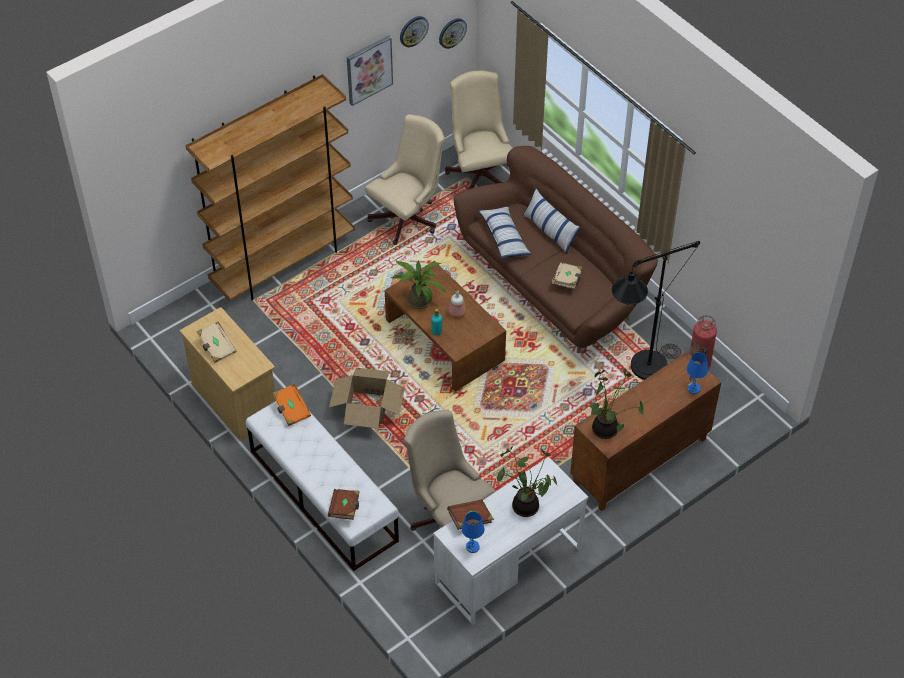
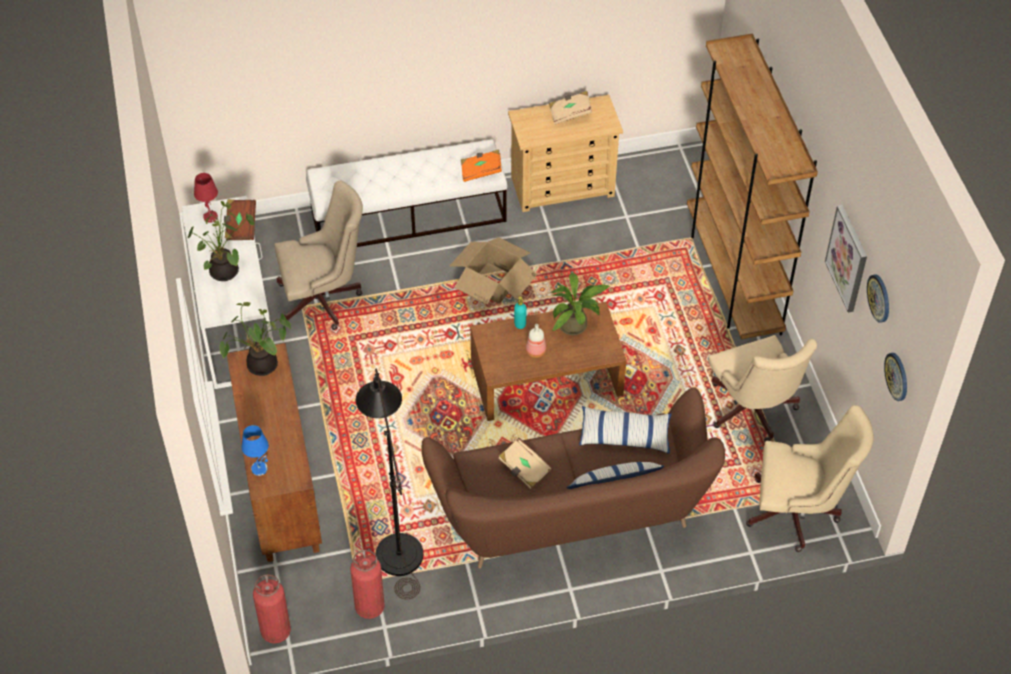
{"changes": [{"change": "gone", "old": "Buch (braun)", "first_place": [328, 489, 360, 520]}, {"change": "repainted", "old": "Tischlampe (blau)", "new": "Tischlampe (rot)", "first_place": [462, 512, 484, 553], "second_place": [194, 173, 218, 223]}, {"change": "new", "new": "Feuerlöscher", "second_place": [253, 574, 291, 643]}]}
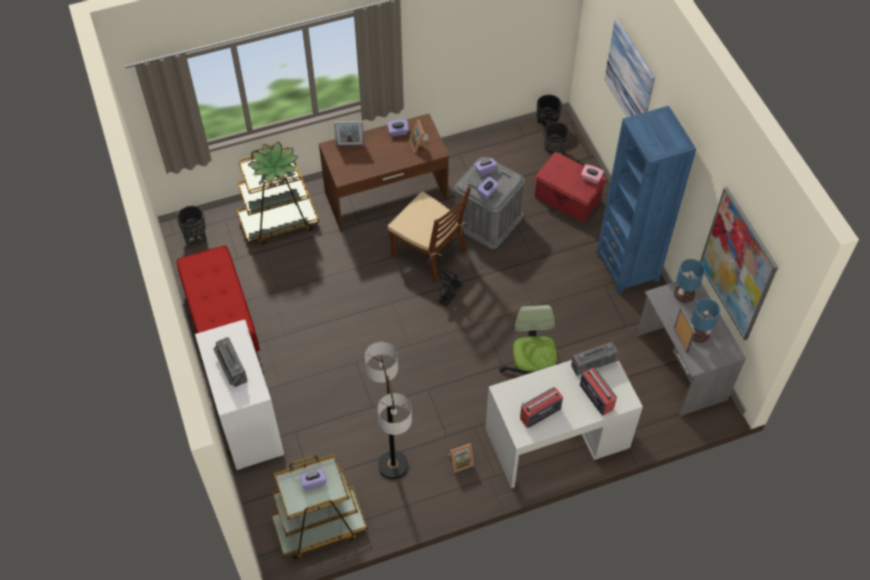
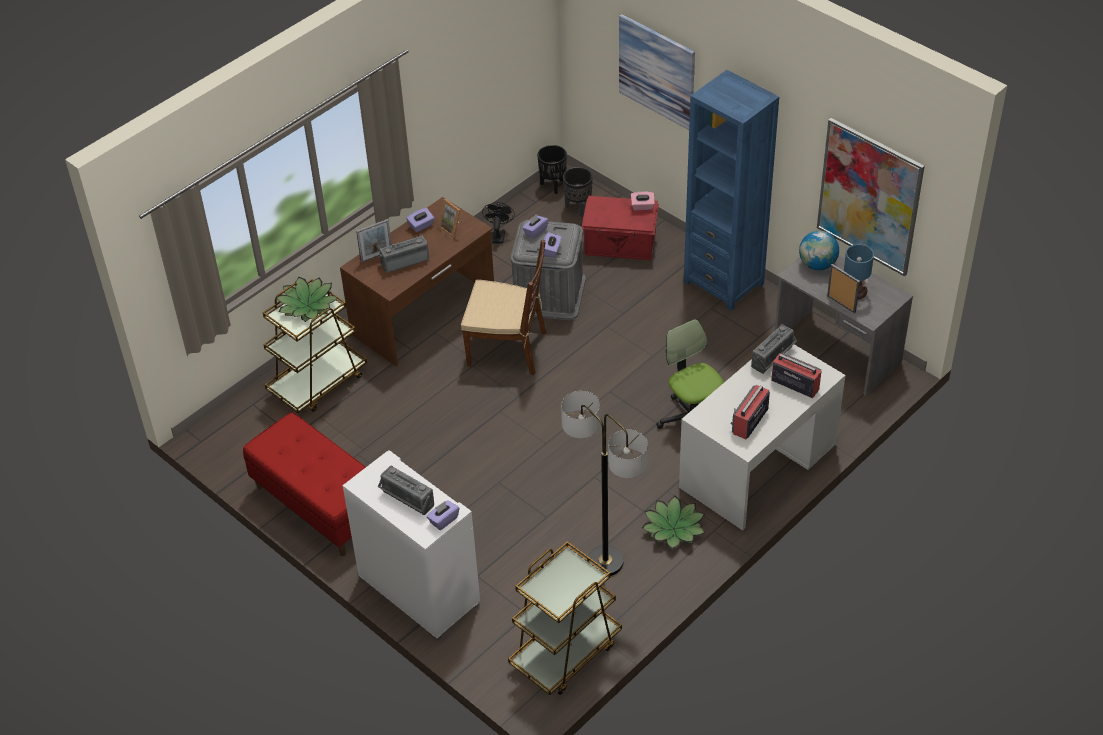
{"changes": [{"change": "gone", "old": "Pflanzkübel (schwarz)", "first_place": [177, 206, 207, 245]}, {"change": "shifted", "old": "Taschentuchbox (lila)", "first_place": [300, 468, 327, 490], "second_place": [427, 500, 460, 530]}, {"change": "shifted", "old": "Ventilator (schwarz)", "first_place": [439, 271, 464, 306], "second_place": [482, 202, 515, 244]}, {"change": "swapped", "old": "Bilderrahmen", "new": "Topfpflanze", "first_place": [448, 443, 474, 473], "second_place": [642, 496, 705, 548]}, {"change": "swapped", "old": "Tischlampe", "new": "Globus", "first_place": [674, 259, 705, 303], "second_place": [799, 230, 839, 270]}, {"change": "new", "new": "Radio", "second_place": [378, 235, 429, 273]}]}
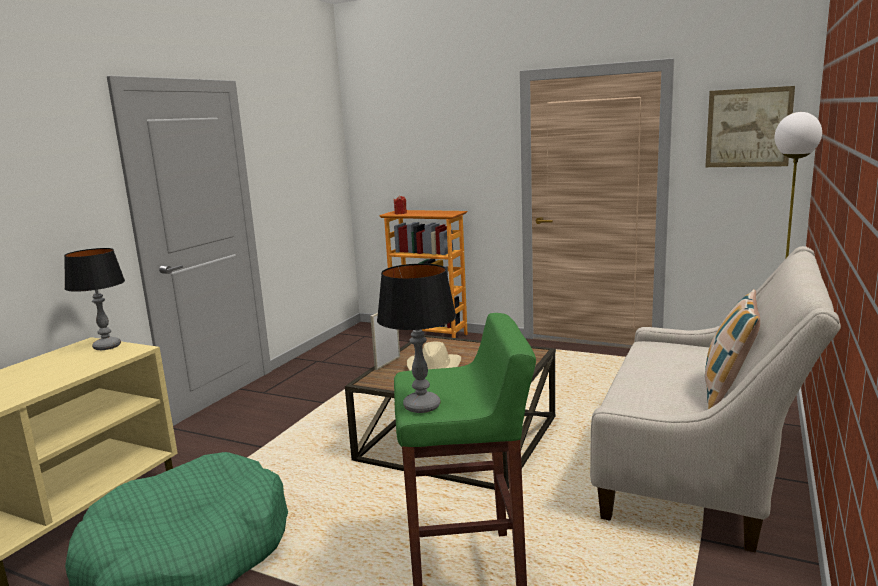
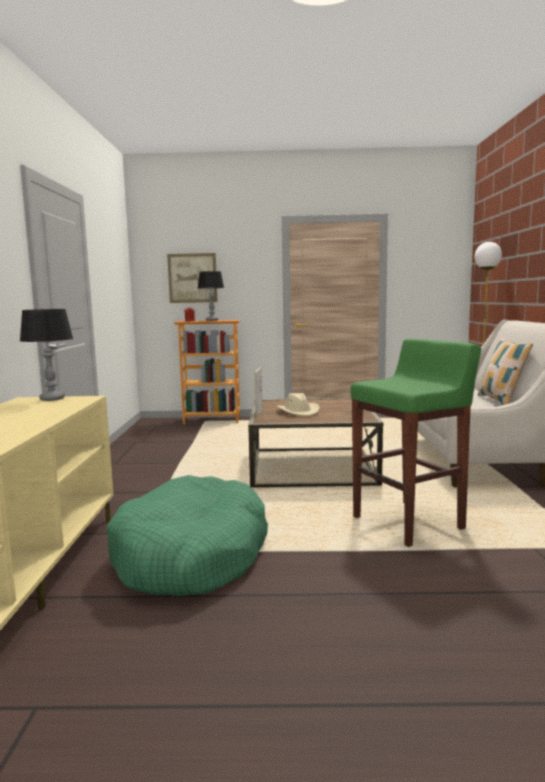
{"changes": [{"change": "shifted", "old": "Tischlampe", "first_place": [377, 264, 456, 413], "second_place": [198, 271, 224, 321]}, {"change": "shifted", "old": "Bild", "first_place": [705, 86, 795, 167], "second_place": [167, 253, 217, 303]}]}
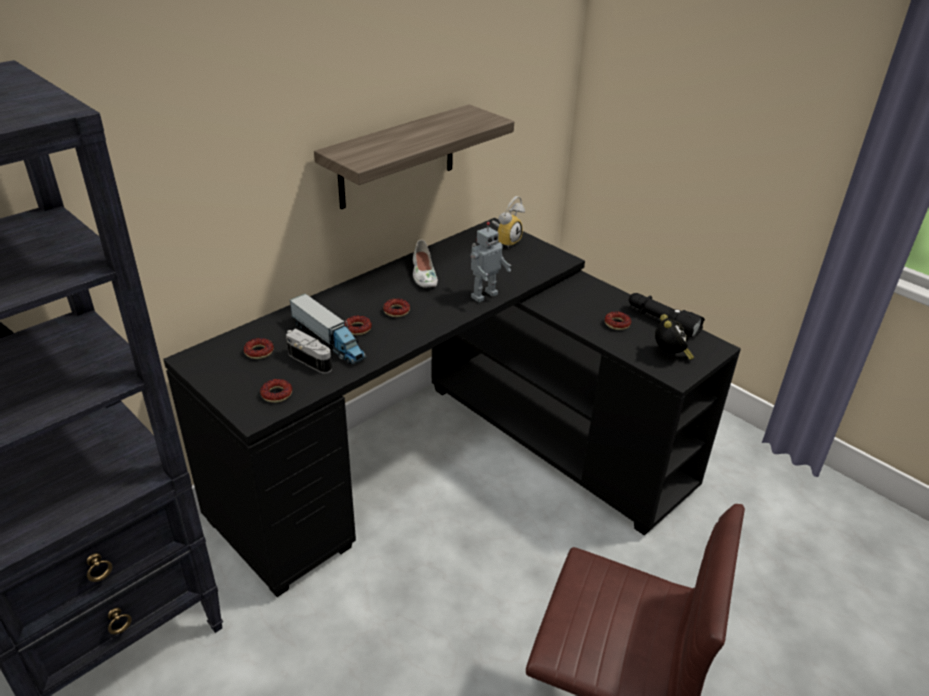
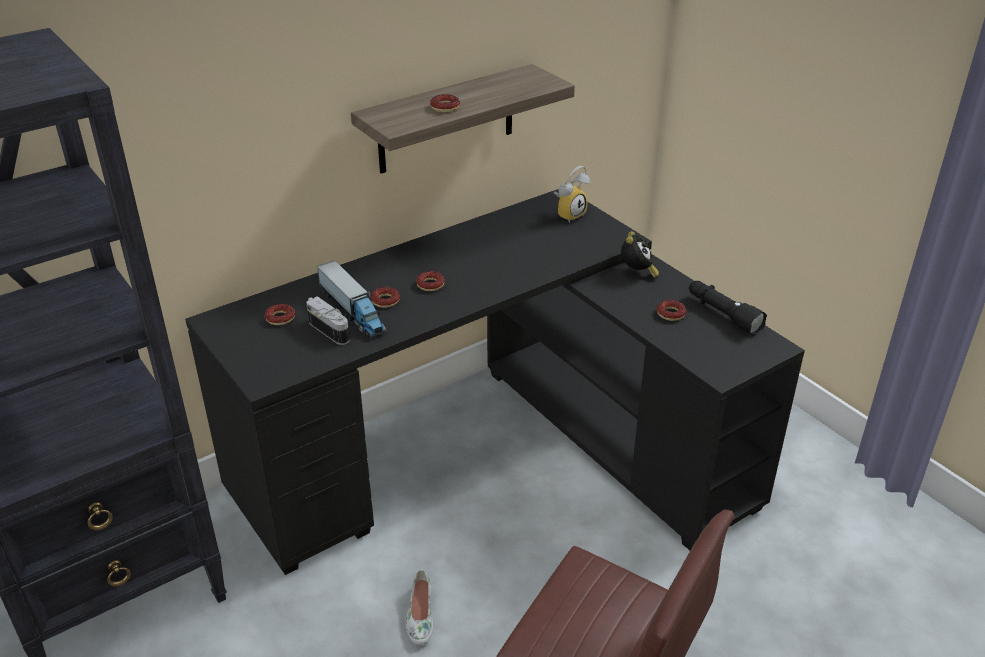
{"changes": [{"change": "shifted", "old": "Donut", "first_place": [260, 379, 292, 403], "second_place": [430, 94, 460, 112]}, {"change": "shifted", "old": "Schuh (weiß)", "first_place": [413, 240, 438, 287], "second_place": [405, 570, 433, 645]}, {"change": "gone", "old": "Spielzeugroboter", "first_place": [471, 222, 512, 302]}, {"change": "shifted", "old": "Wecker", "first_place": [655, 314, 694, 360], "second_place": [621, 231, 659, 278]}]}
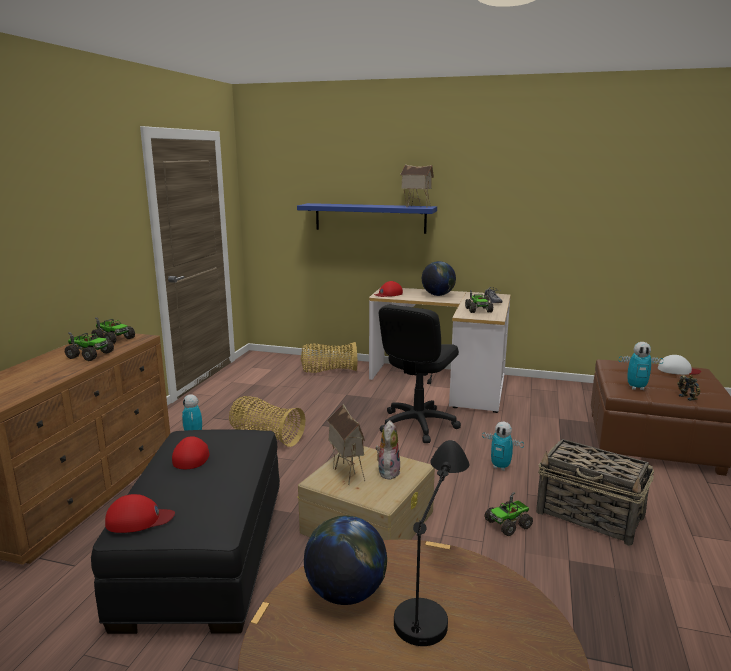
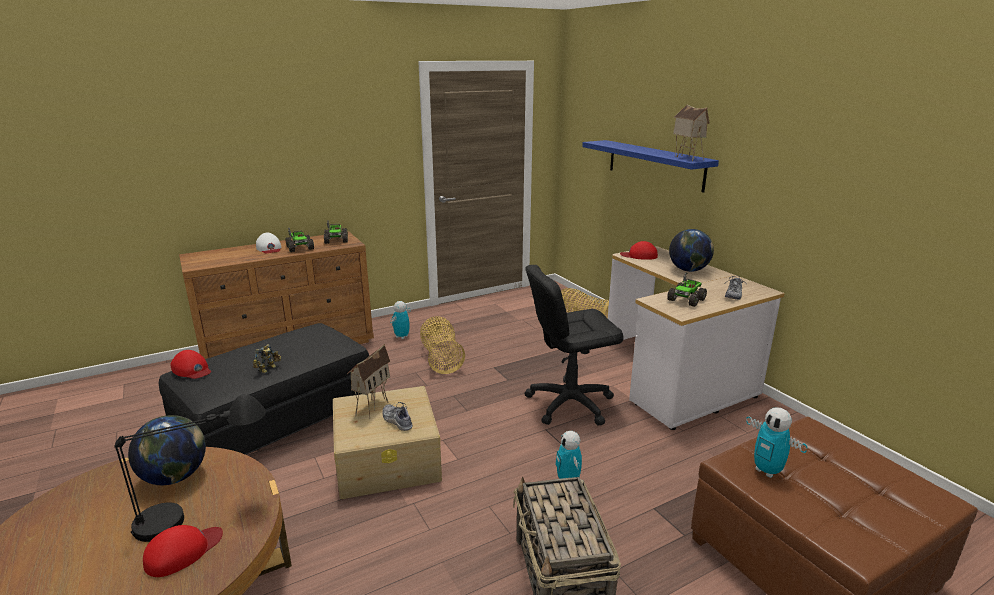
{"changes": [{"change": "shifted", "old": "Kappe (rot)", "first_place": [172, 436, 209, 469], "second_place": [143, 525, 223, 577]}, {"change": "swapped", "old": "Plüschtier", "new": "Schuh", "first_place": [375, 420, 400, 480], "second_place": [382, 402, 413, 431]}, {"change": "gone", "old": "Spielzeuglaster", "first_place": [484, 492, 533, 536]}, {"change": "shifted", "old": "Kappe (weiß)", "first_place": [658, 355, 701, 375], "second_place": [256, 233, 281, 253]}, {"change": "shifted", "old": "Spielzeugroboter", "first_place": [677, 375, 701, 401], "second_place": [253, 344, 281, 374]}]}
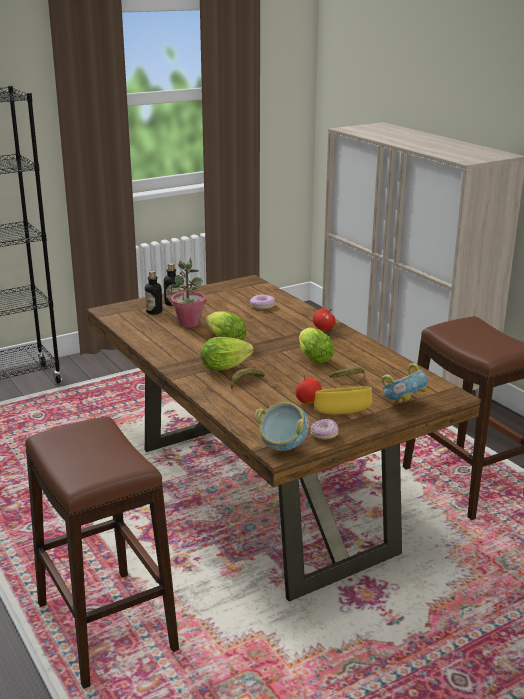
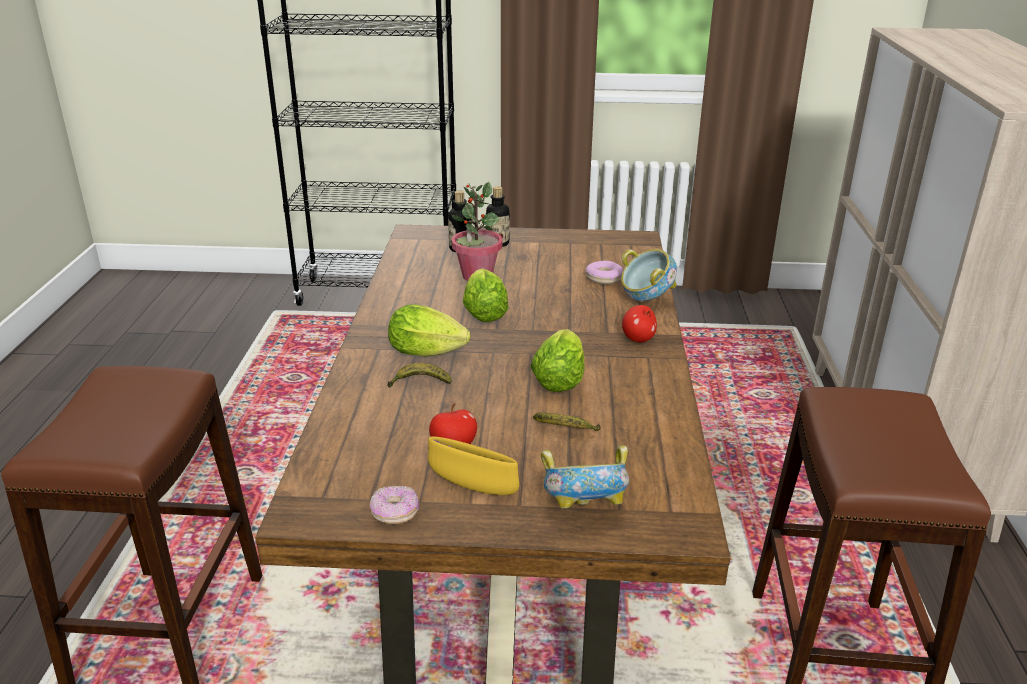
{"changes": [{"change": "shifted", "old": "Schüssel", "first_place": [255, 402, 309, 451], "second_place": [621, 249, 677, 302]}]}
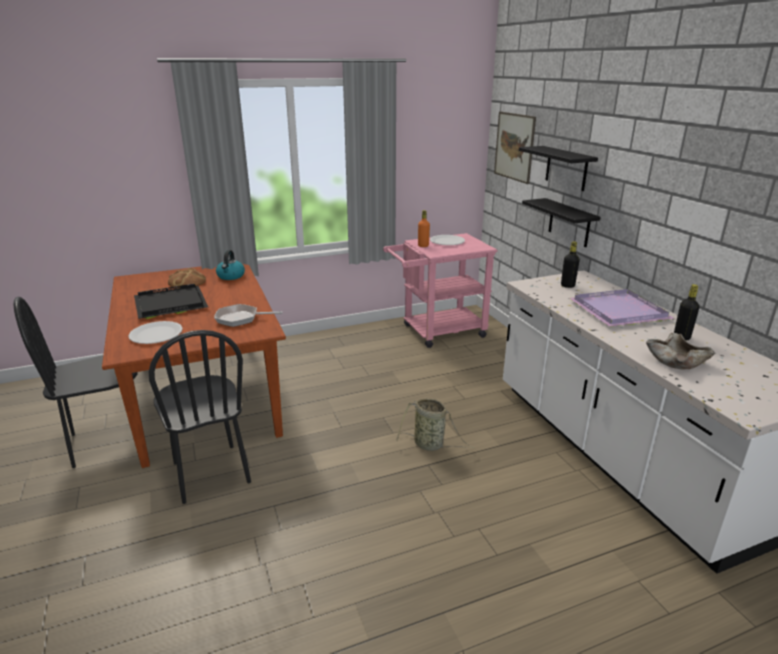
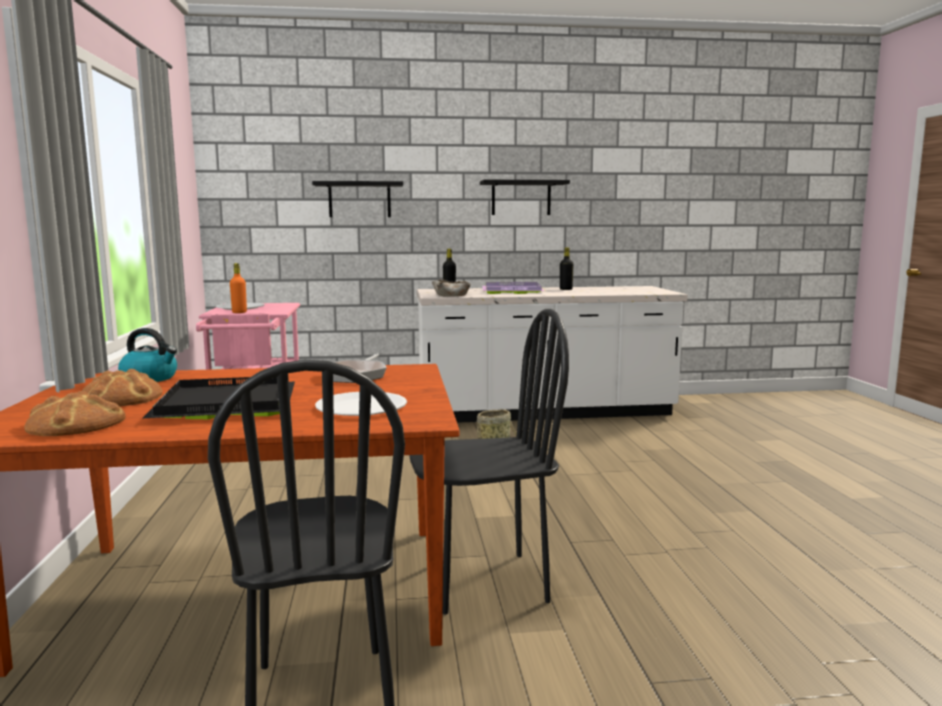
{"changes": [{"change": "gone", "old": "Bild", "first_place": [494, 112, 536, 184]}, {"change": "shifted", "old": "Wandregal (schwarz)", "first_place": [522, 198, 601, 247], "second_place": [480, 180, 570, 215]}, {"change": "shifted", "old": "Schüssel (beige)", "first_place": [646, 333, 715, 370], "second_place": [432, 279, 470, 297]}, {"change": "new", "new": "Brot", "second_place": [24, 391, 126, 436]}]}
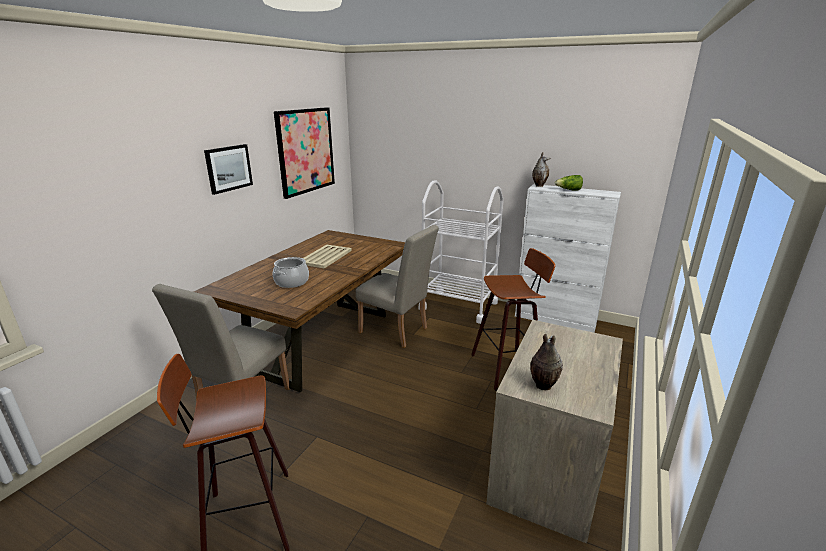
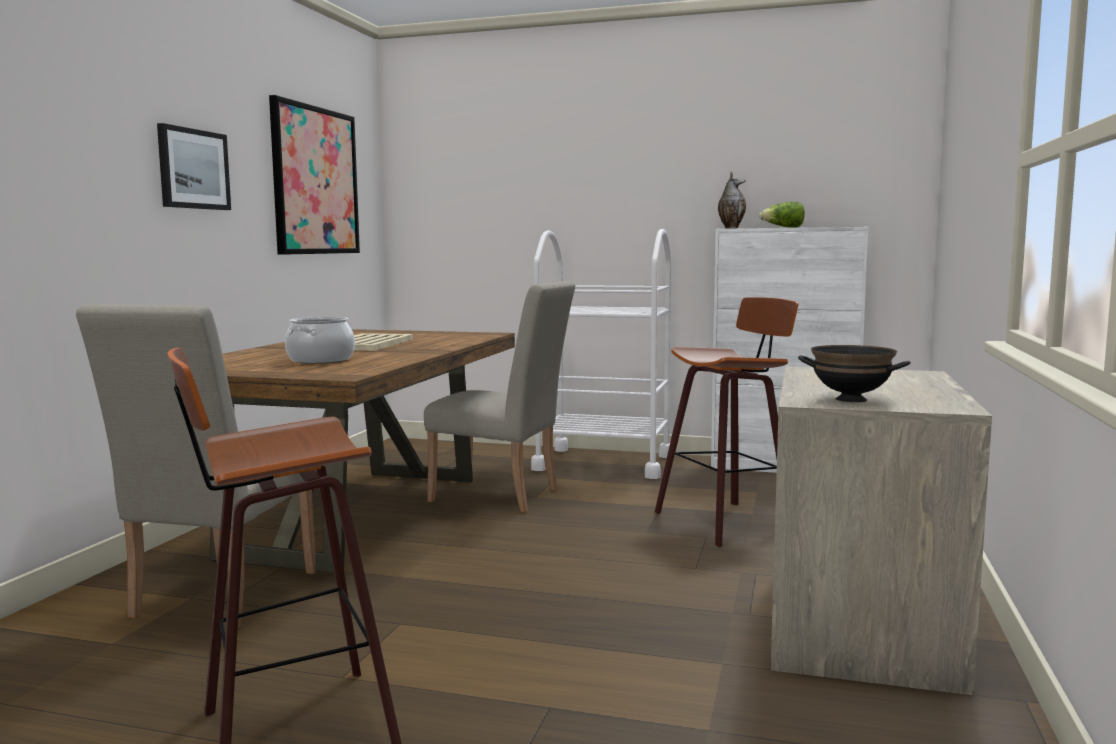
{"changes": [{"change": "swapped", "old": "Vase", "new": "Schüssel (schwarz)", "first_place": [530, 334, 563, 390], "second_place": [798, 345, 911, 402]}]}
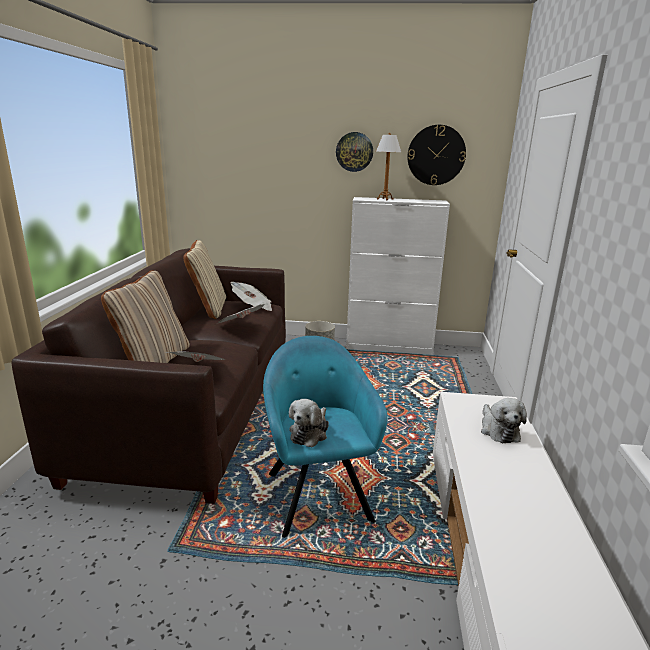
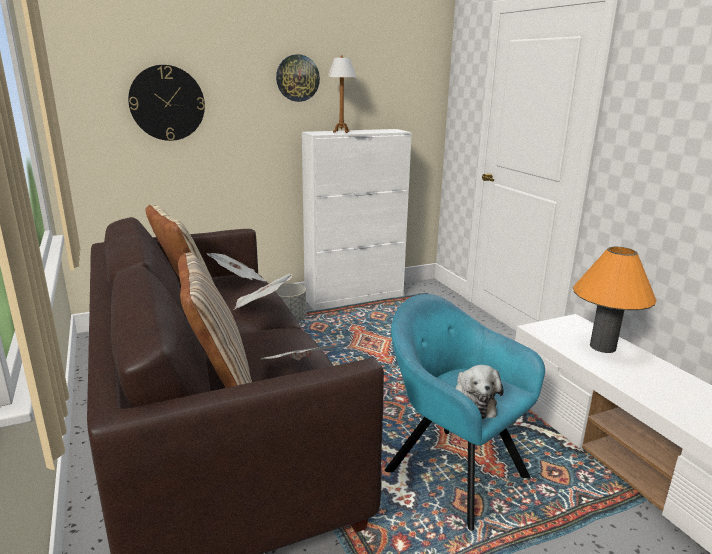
{"changes": [{"change": "shifted", "old": "Wanduhr", "first_place": [407, 125, 466, 185], "second_place": [128, 65, 205, 141]}, {"change": "swapped", "old": "Plüschtier", "new": "Tischlampe (orange)", "first_place": [481, 398, 527, 443], "second_place": [573, 247, 657, 353]}]}
